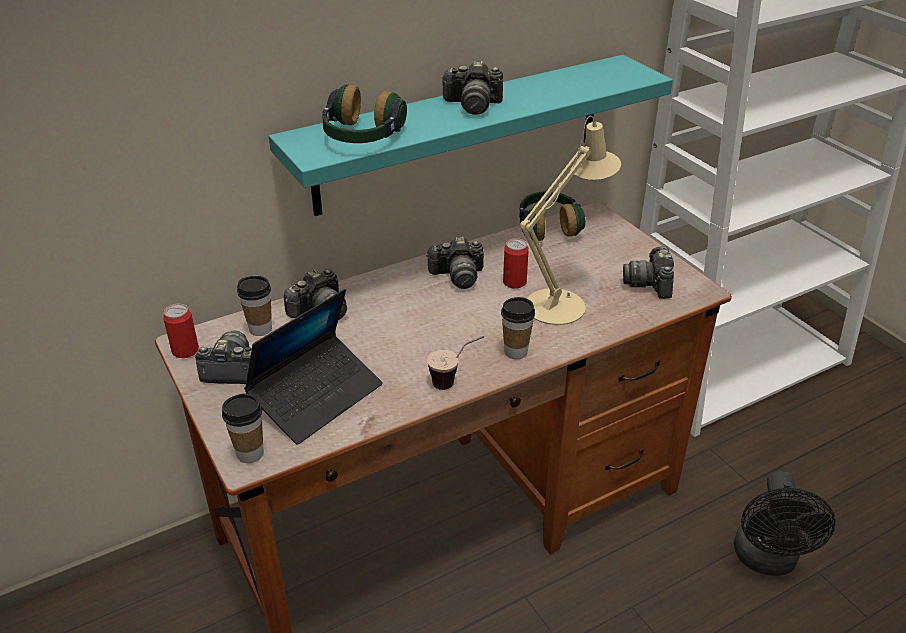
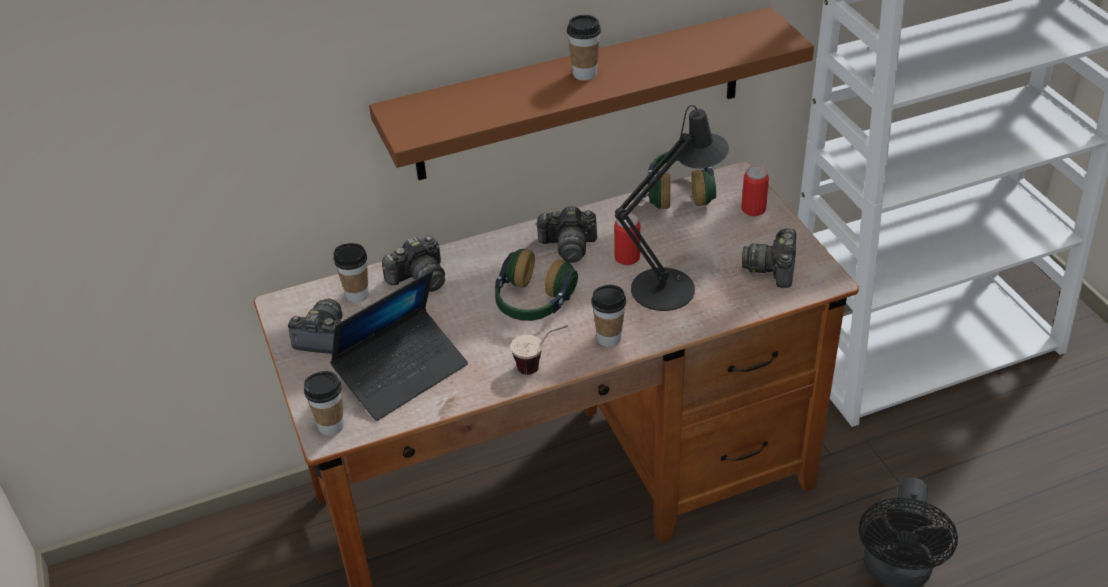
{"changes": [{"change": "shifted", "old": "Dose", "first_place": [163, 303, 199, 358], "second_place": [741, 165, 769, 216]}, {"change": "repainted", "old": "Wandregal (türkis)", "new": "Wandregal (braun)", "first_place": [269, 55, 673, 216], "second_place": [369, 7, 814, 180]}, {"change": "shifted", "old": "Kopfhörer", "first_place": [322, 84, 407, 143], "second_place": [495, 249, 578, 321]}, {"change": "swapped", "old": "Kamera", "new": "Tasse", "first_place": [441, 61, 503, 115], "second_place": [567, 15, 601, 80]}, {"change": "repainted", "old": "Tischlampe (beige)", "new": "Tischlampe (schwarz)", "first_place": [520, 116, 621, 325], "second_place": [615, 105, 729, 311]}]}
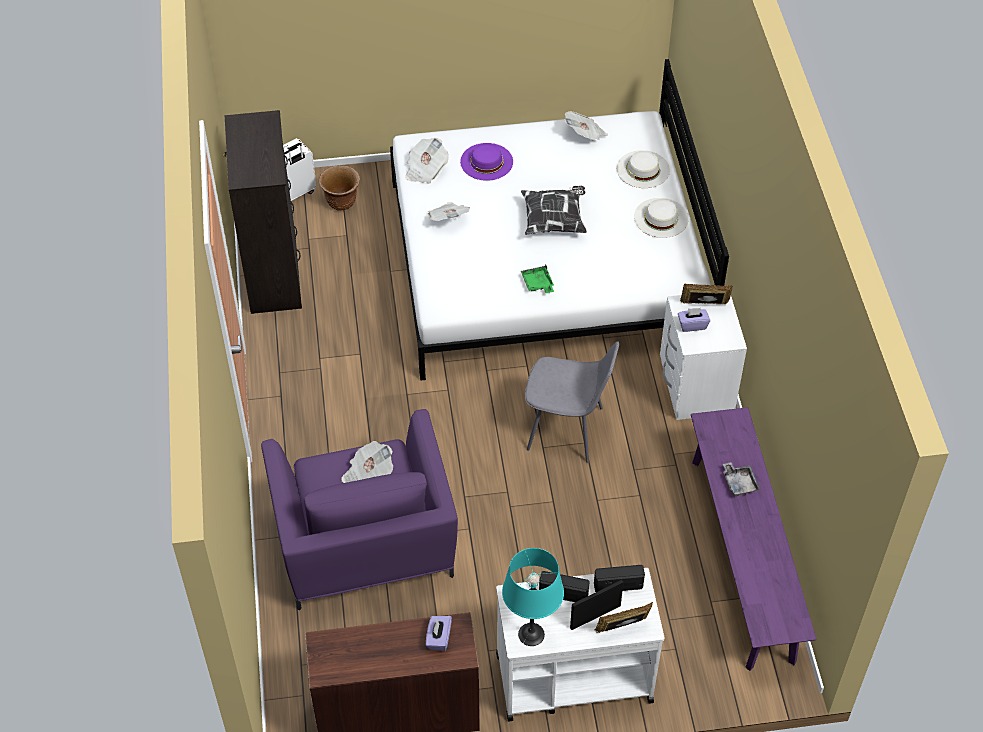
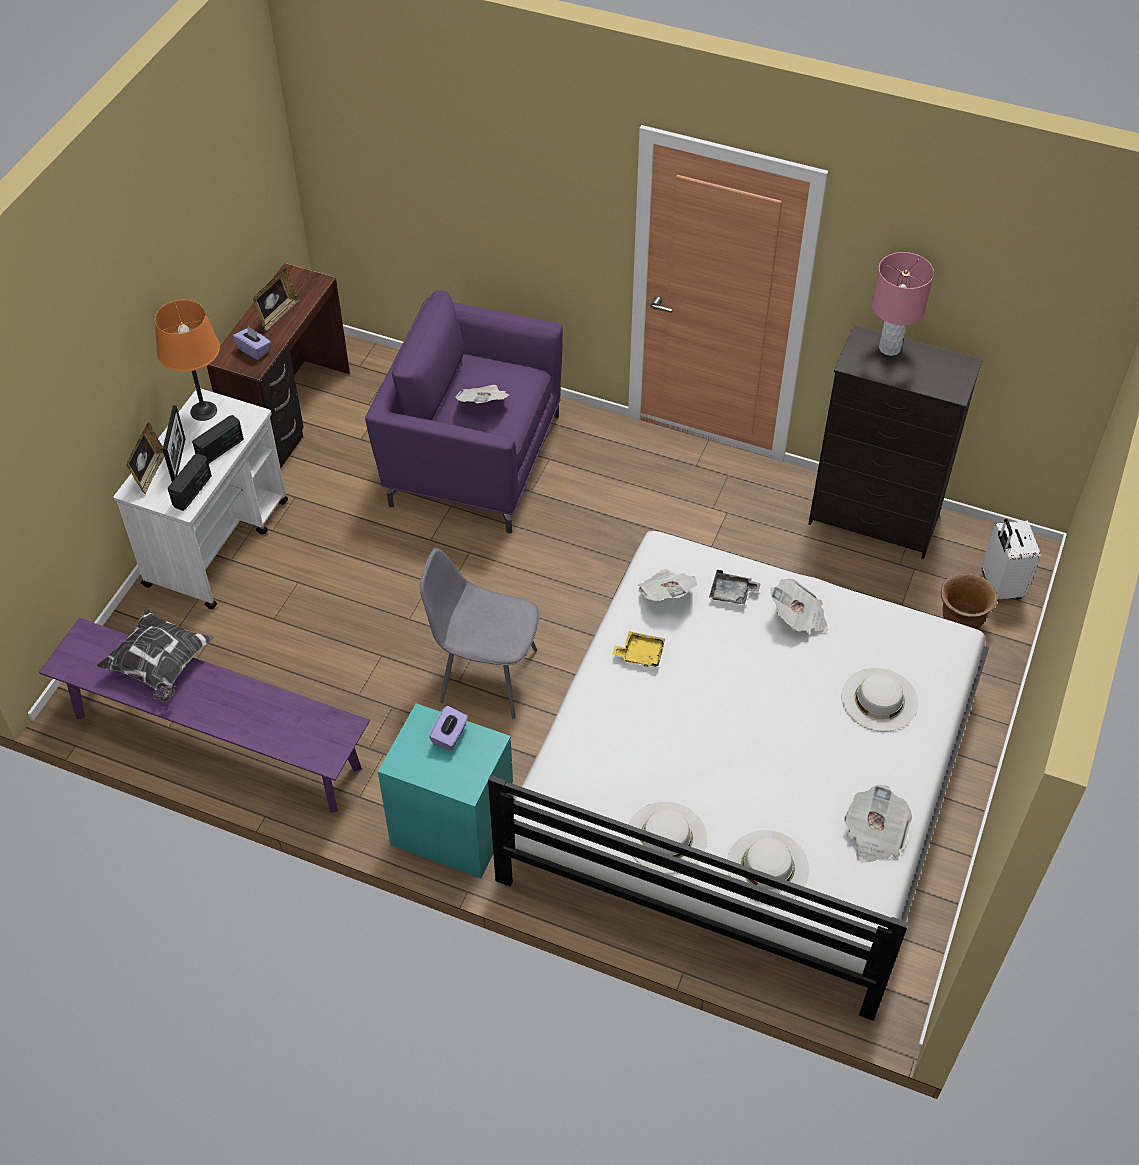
{"changes": [{"change": "shifted", "old": "Zeitung", "first_place": [405, 138, 449, 184], "second_place": [638, 569, 698, 601]}, {"change": "repainted", "old": "Hut (lila)", "new": "Hut (weiß)", "first_place": [460, 143, 513, 181], "second_place": [841, 668, 918, 732]}, {"change": "repainted", "old": "Tischlampe (türkis)", "new": "Tischlampe (orange)", "first_place": [502, 548, 564, 646], "second_place": [155, 300, 220, 421]}, {"change": "shifted", "old": "Kissen", "first_place": [521, 186, 587, 235], "second_place": [96, 608, 214, 702]}, {"change": "repainted", "old": "Tablett (grün)", "new": "Tablett (gelb)", "first_place": [521, 265, 554, 293], "second_place": [612, 631, 665, 667]}, {"change": "rotated", "old": "Stuhl (grau)", "first_place": [525, 341, 619, 463], "second_place": [420, 548, 539, 719], "degrees": 60}, {"change": "repainted", "old": "Nachttisch (weiß)", "new": "Nachttisch (türkis)", "first_place": [660, 295, 747, 420], "second_place": [378, 703, 514, 878]}, {"change": "shifted", "old": "Bilderrahmen", "first_place": [680, 284, 733, 304], "second_place": [253, 268, 300, 331]}, {"change": "shifted", "old": "Tablett (grau)", "first_place": [723, 462, 760, 496], "second_place": [709, 570, 761, 604]}, {"change": "new", "new": "Tischlampe (rosa)", "second_place": [872, 252, 934, 356]}]}
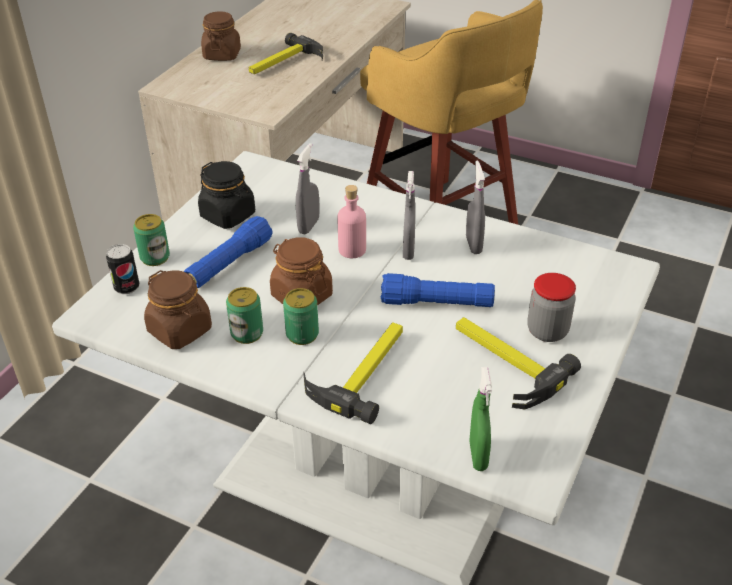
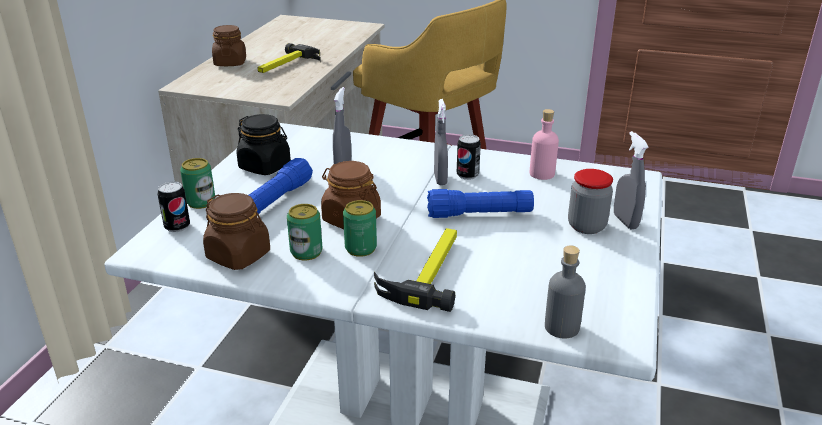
{"changes": [{"change": "shifted", "old": "Flasche (rosa)", "first_place": [338, 185, 366, 258], "second_place": [529, 109, 559, 180]}, {"change": "gone", "old": "Hammer", "first_place": [456, 317, 581, 410]}, {"change": "shifted", "old": "Sprühflasche (grau)", "first_place": [466, 161, 485, 254], "second_place": [614, 131, 648, 230]}, {"change": "swapped", "old": "Sprühflasche (grün)", "new": "Flasche (grau)", "first_place": [469, 367, 492, 471], "second_place": [545, 245, 586, 339]}, {"change": "new", "new": "Dose", "second_place": [457, 134, 481, 180]}]}
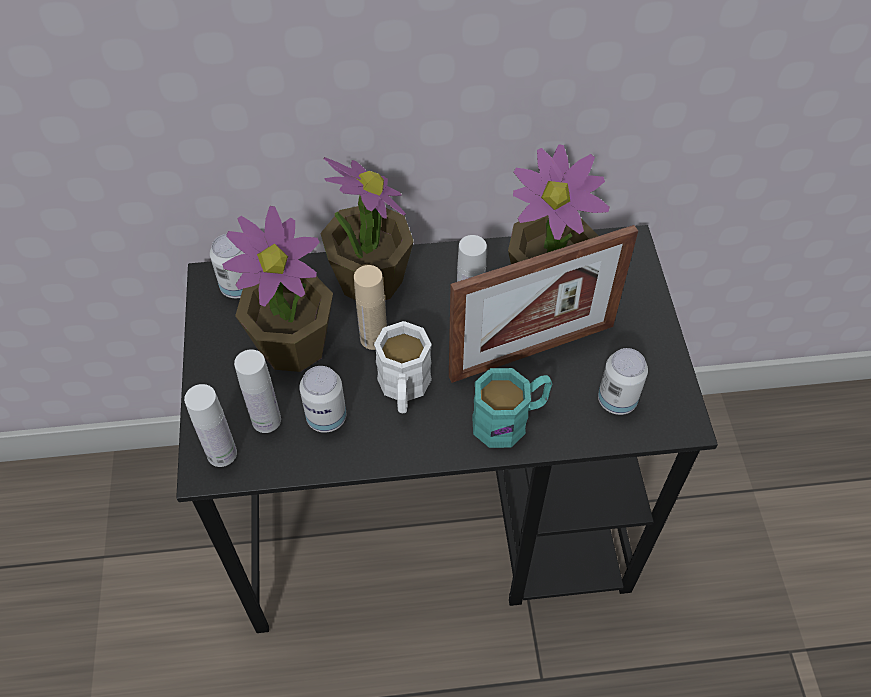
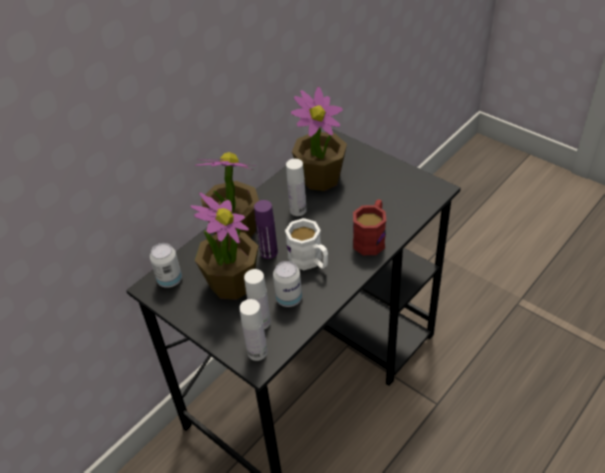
{"changes": [{"change": "repainted", "old": "Flasche (beige)", "new": "Flasche (lila)", "first_place": [354, 265, 387, 350], "second_place": [254, 200, 278, 259]}, {"change": "gone", "old": "Bilderrahmen", "first_place": [449, 225, 638, 383]}, {"change": "repainted", "old": "Henkelbecher (türkis)", "new": "Henkelbecher (rot)", "first_place": [472, 368, 552, 448], "second_place": [353, 199, 386, 255]}, {"change": "gone", "old": "Dose", "first_place": [598, 348, 648, 415]}]}
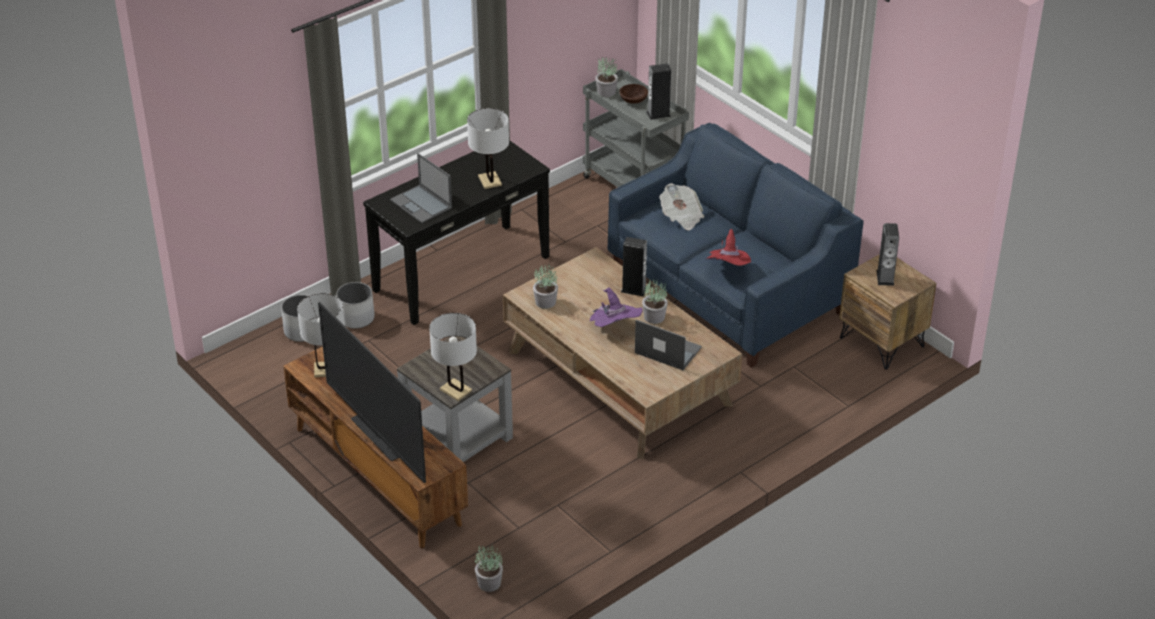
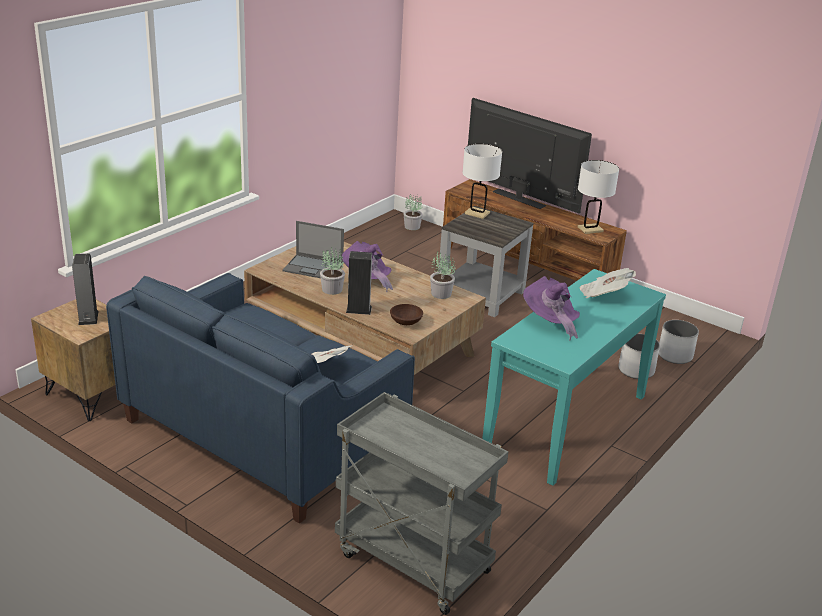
{"changes": [{"change": "repainted", "old": "Konsolentisch (schwarz)", "new": "Konsolentisch (türkis)", "first_place": [363, 140, 550, 325], "second_place": [482, 269, 666, 486]}, {"change": "swapped", "old": "Laptop", "new": "Zeitung", "first_place": [390, 153, 452, 223], "second_place": [579, 268, 636, 298]}, {"change": "swapped", "old": "Tischlampe (weiß)", "new": "Hut (lila)", "first_place": [467, 108, 509, 189], "second_place": [523, 276, 580, 341]}, {"change": "gone", "old": "Topfpflanze", "first_place": [595, 57, 618, 97]}, {"change": "shifted", "old": "Schüssel (braun)", "first_place": [619, 84, 648, 104], "second_place": [390, 304, 423, 325]}, {"change": "gone", "old": "Lautsprecher", "first_place": [646, 63, 671, 120]}, {"change": "gone", "old": "Hut (rot)", "first_place": [705, 229, 752, 266]}]}
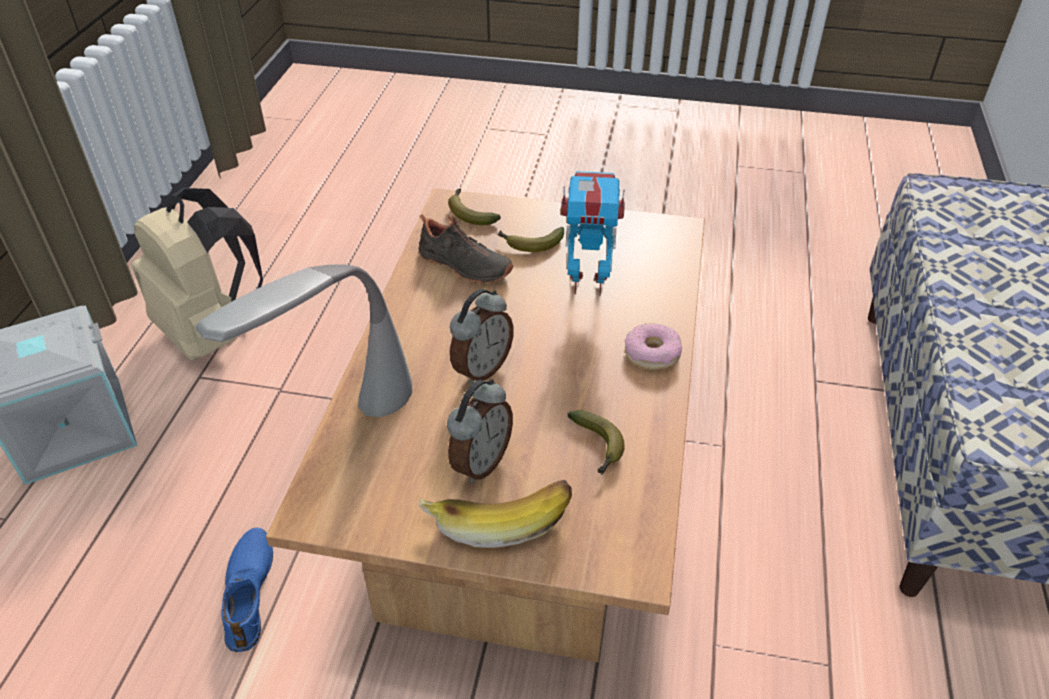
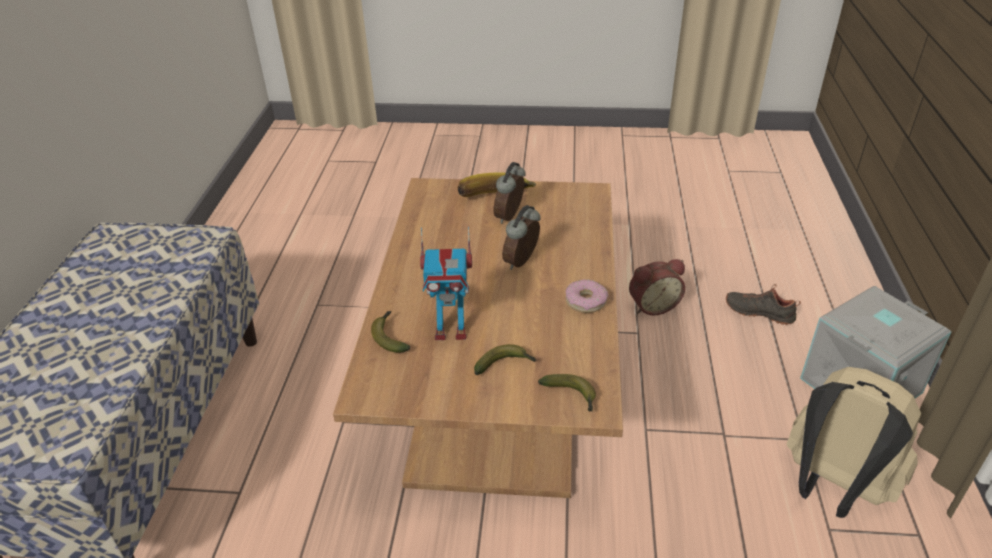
{"changes": [{"change": "gone", "old": "Tischlampe (grau)", "first_place": [196, 264, 412, 417]}, {"change": "swapped", "old": "Schuh (blau)", "new": "Wecker", "first_place": [221, 528, 273, 652], "second_place": [629, 259, 685, 315]}, {"change": "shifted", "old": "Schuh (schwarz)", "first_place": [418, 214, 513, 283], "second_place": [726, 284, 801, 325]}, {"change": "shifted", "old": "Banane", "first_place": [568, 410, 625, 475], "second_place": [371, 311, 410, 353]}, {"change": "shifted", "old": "Donut", "first_place": [624, 323, 682, 370], "second_place": [566, 279, 608, 313]}]}
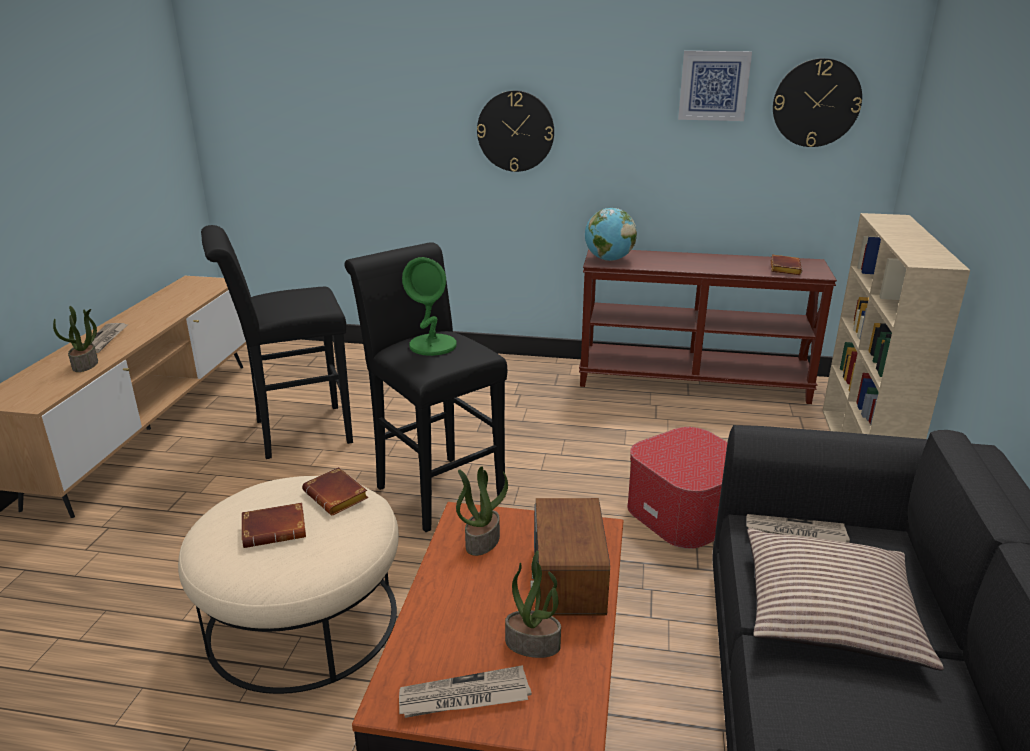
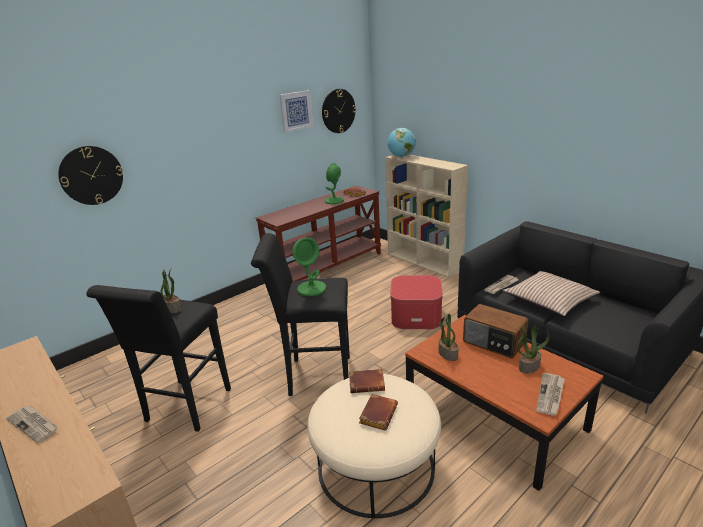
{"changes": [{"change": "shifted", "old": "Topfpflanze", "first_place": [53, 306, 98, 372], "second_place": [161, 268, 182, 313]}, {"change": "shifted", "old": "Wanduhr", "first_place": [477, 91, 554, 172], "second_place": [58, 146, 123, 205]}, {"change": "shifted", "old": "Globus", "first_place": [585, 208, 637, 261], "second_place": [388, 128, 416, 157]}, {"change": "new", "new": "Tischlampe (grün)", "second_place": [325, 163, 344, 204]}]}
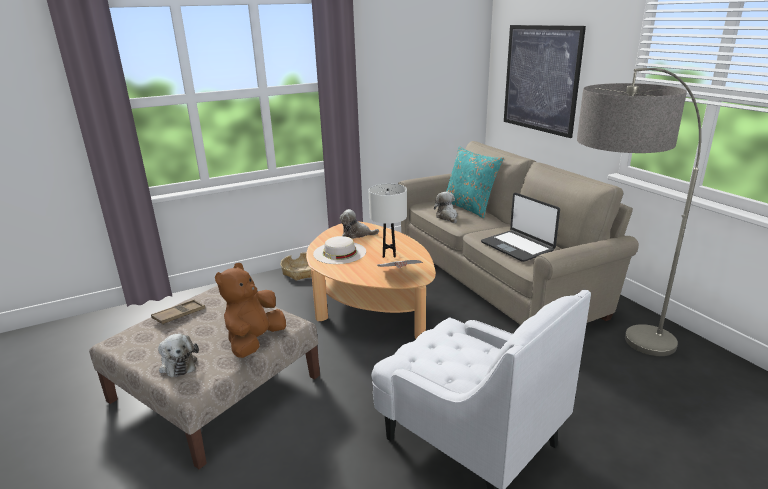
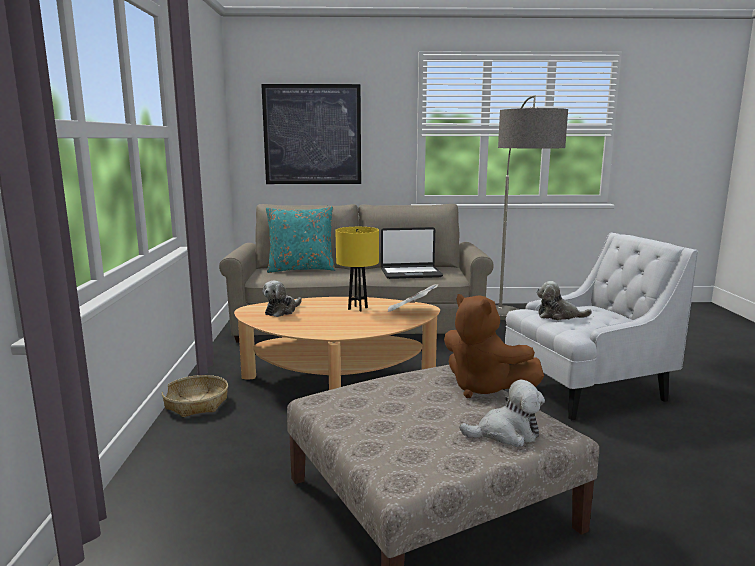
{"changes": [{"change": "gone", "old": "Tablett (braun)", "first_place": [151, 300, 205, 325]}, {"change": "gone", "old": "Hut (weiß)", "first_place": [313, 236, 366, 264]}, {"change": "repainted", "old": "Tischlampe (weiß)", "new": "Tischlampe (gelb)", "first_place": [368, 183, 407, 258], "second_place": [335, 227, 379, 312]}, {"change": "shifted", "old": "Plüschtier", "first_place": [434, 192, 458, 223], "second_place": [536, 281, 592, 320]}]}
